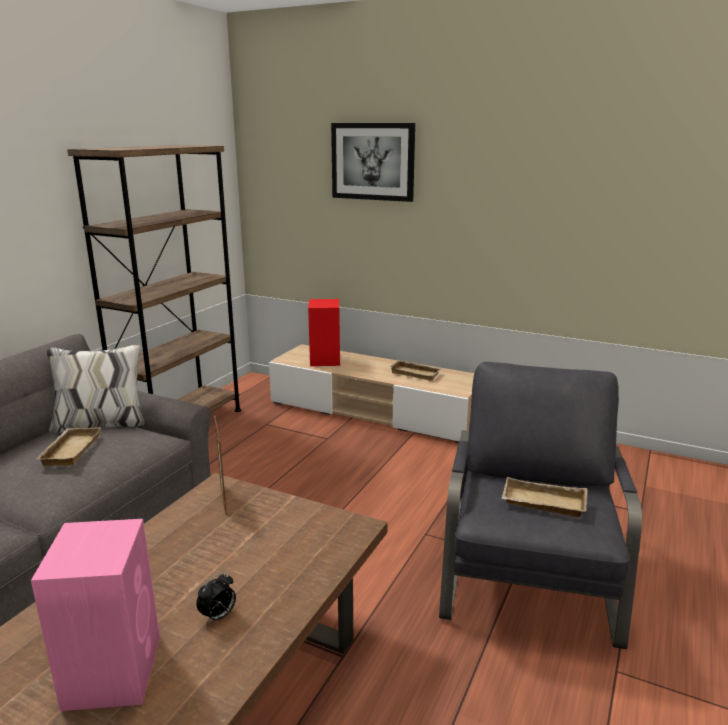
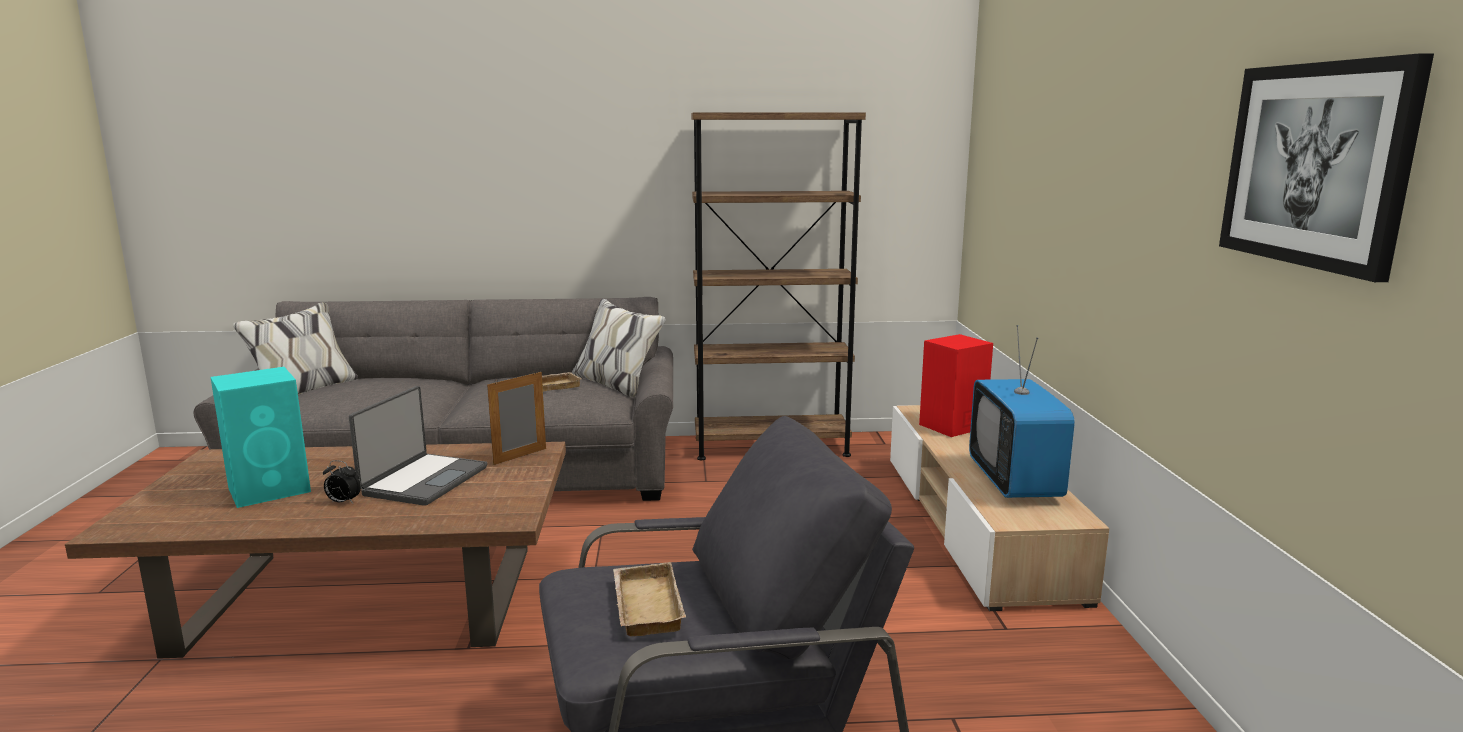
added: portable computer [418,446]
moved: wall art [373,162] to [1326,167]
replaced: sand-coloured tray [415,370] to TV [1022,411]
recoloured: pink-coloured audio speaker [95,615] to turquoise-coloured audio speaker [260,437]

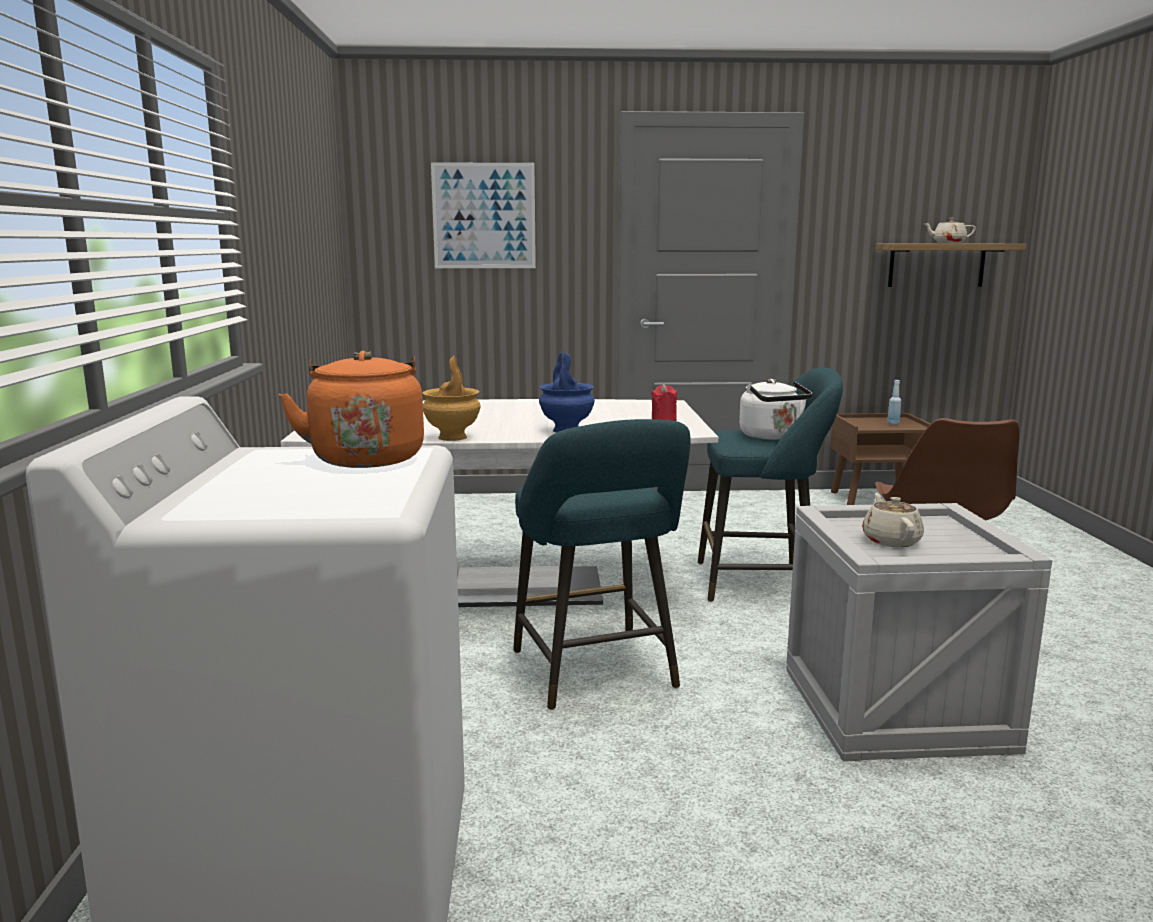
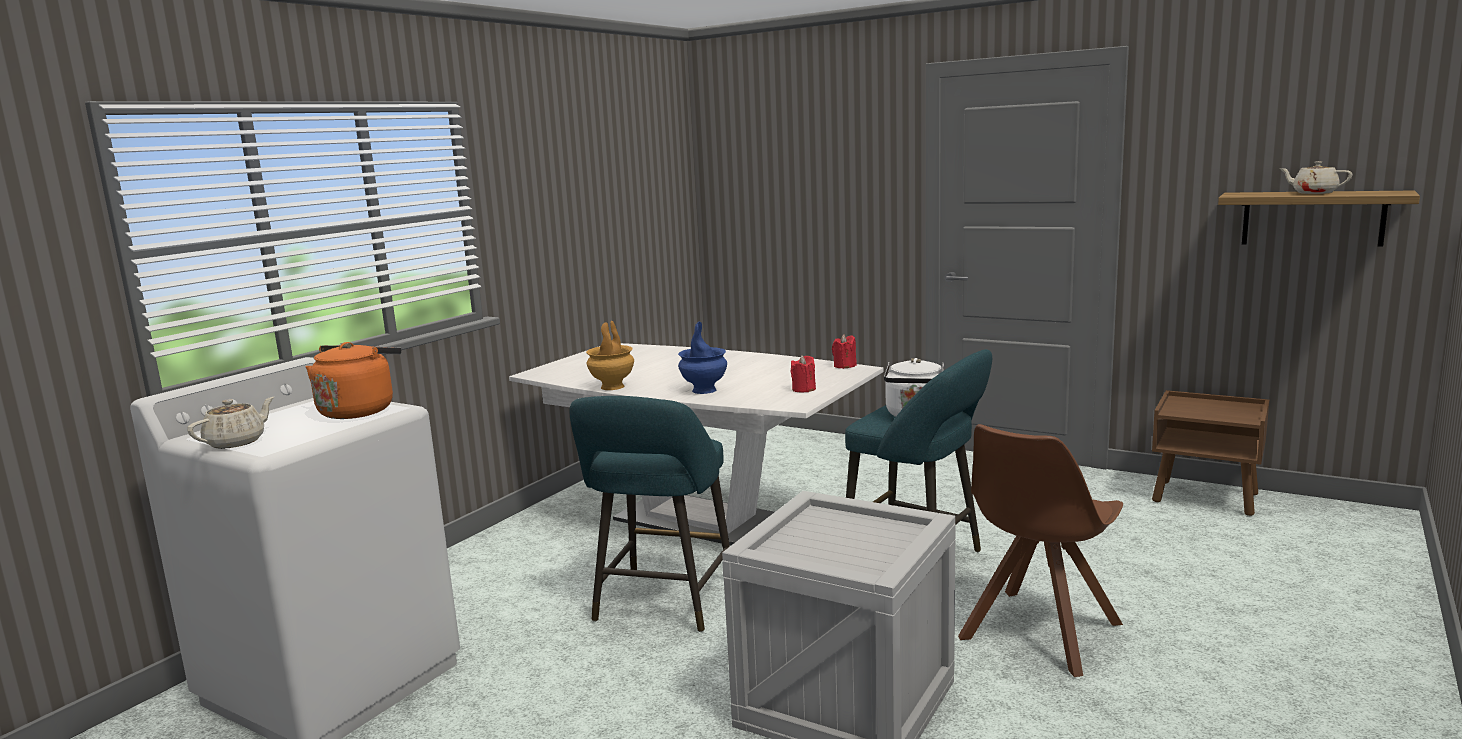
removed: wall art [483,215]; bluish bottle [894,402]
added: red-coloured wax light [844,352]
moved: sand-coloured teapot [893,520] to [230,423]

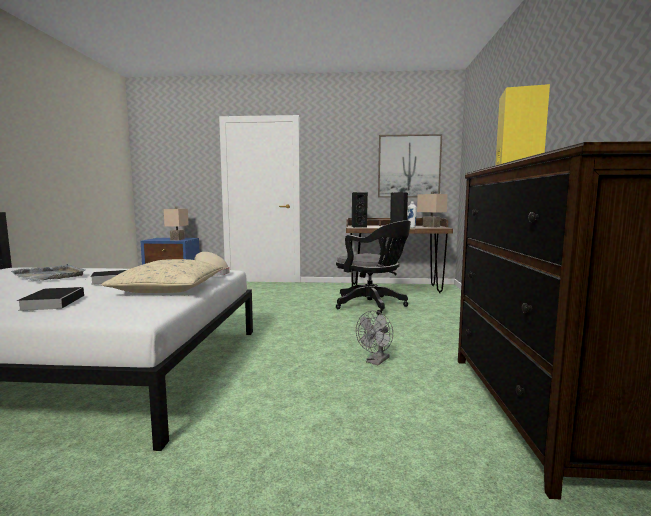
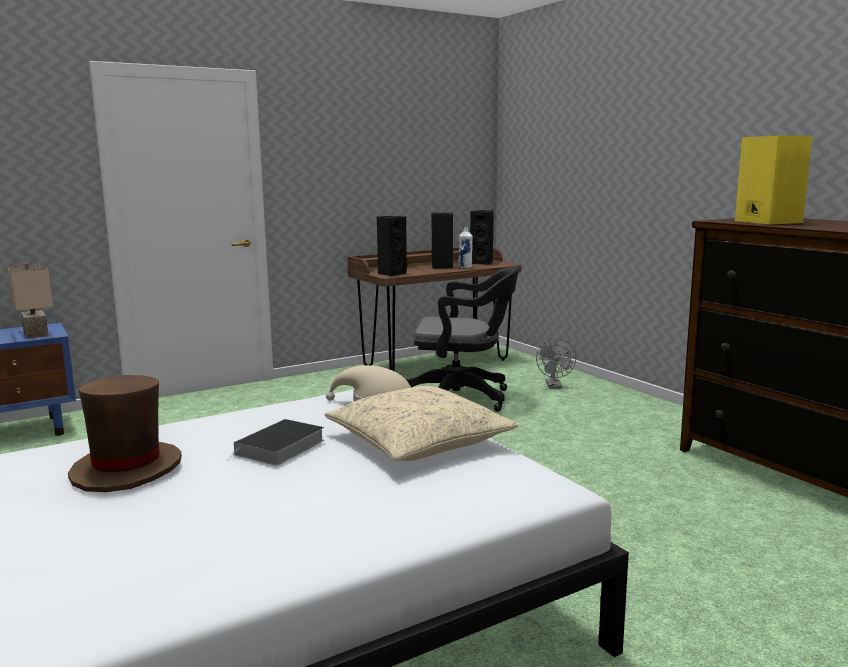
removed: book [50,299]; wall art [410,166]
moved: gray fan [374,338] to [556,363]
replaced: gray tray [48,272] to brownish wearable hat [125,433]; sand-coloured table lamp [432,210] to black-coloured audio speaker [482,237]

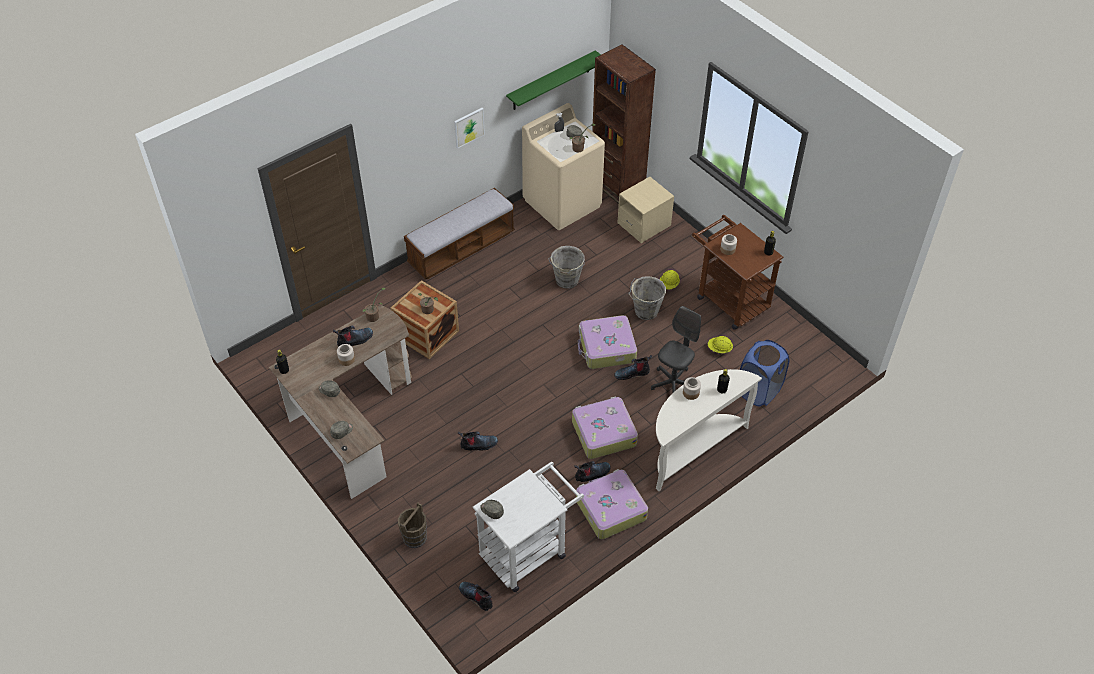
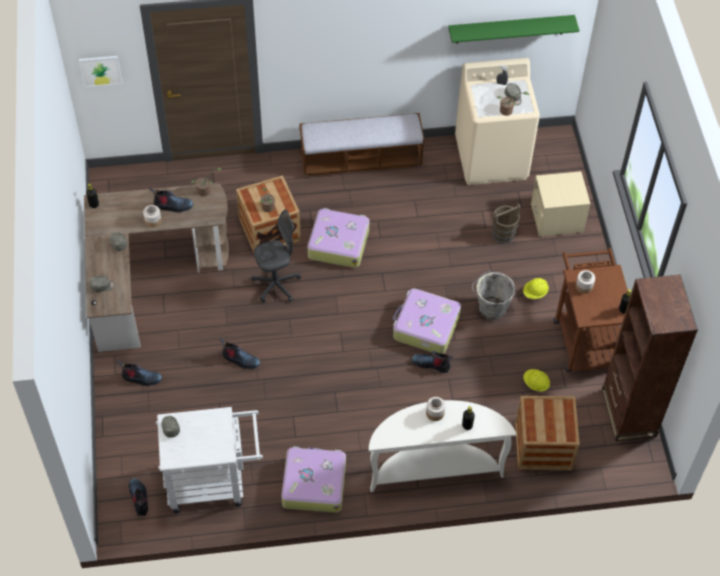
removed: gray bucket [567,267]
moved: brownish bucket [412,525] to [506,223]; wall art [469,128] to [100,71]; suitcase [605,427] to [338,238]; tall boot [592,471] to [139,373]; brownish bookshelf [624,124] to [650,357]; gray office chair [676,349] to [276,256]
replaced: bluish laundry basket [764,373] to crate [547,433]

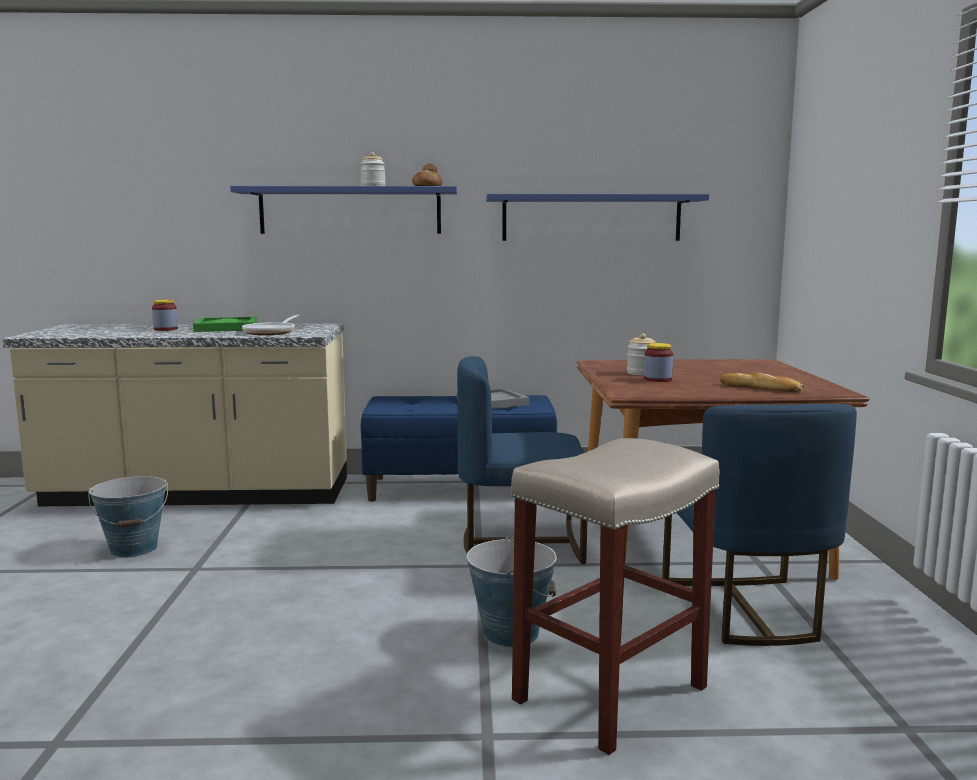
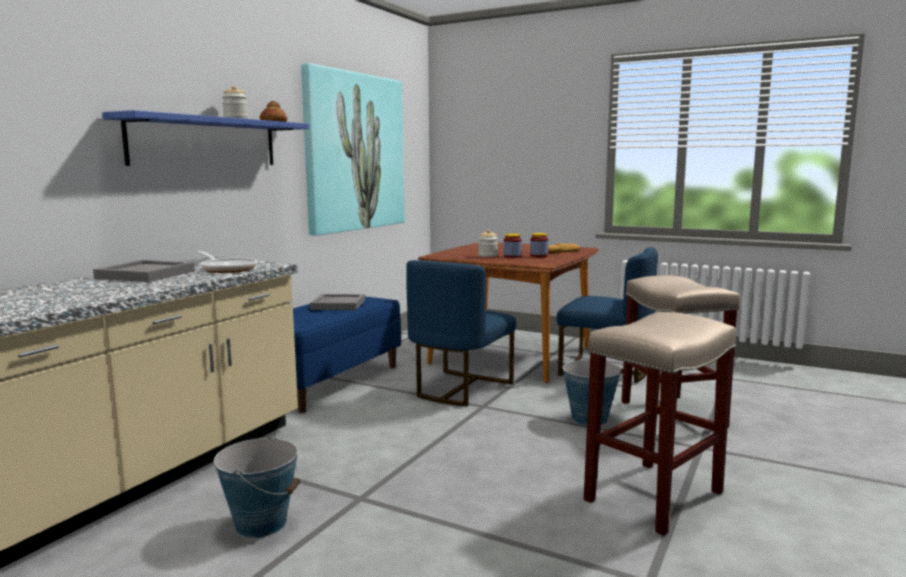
added: sand-coloured stool [660,424]
moved: jar [165,315] to [539,245]
replaced: bluish wall shelf [597,217] to wall art [353,149]
recoloured: green tray [225,324] to gray tray [144,271]

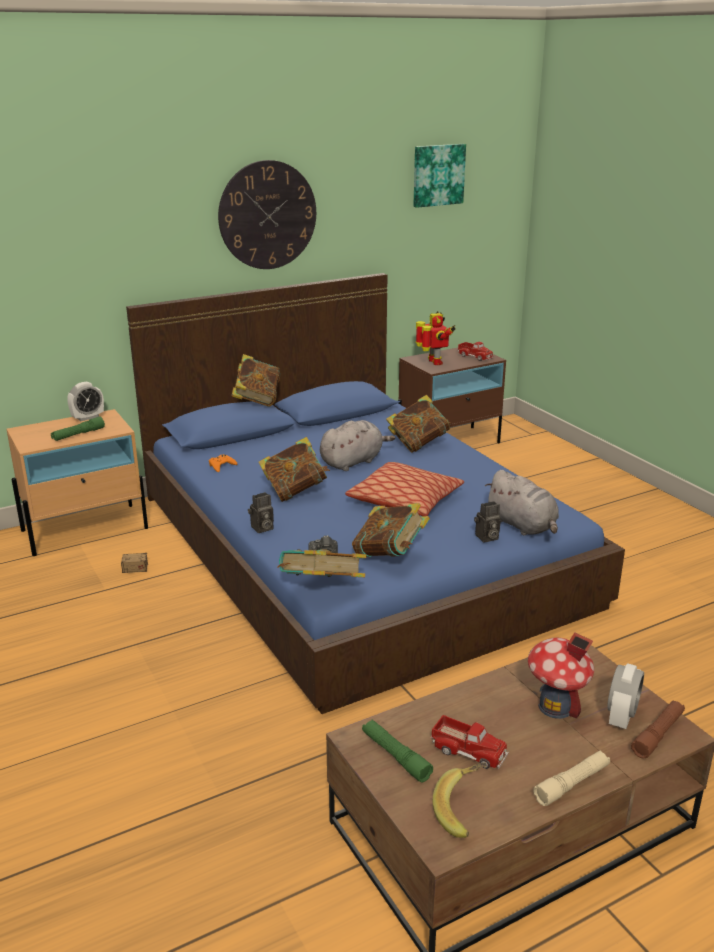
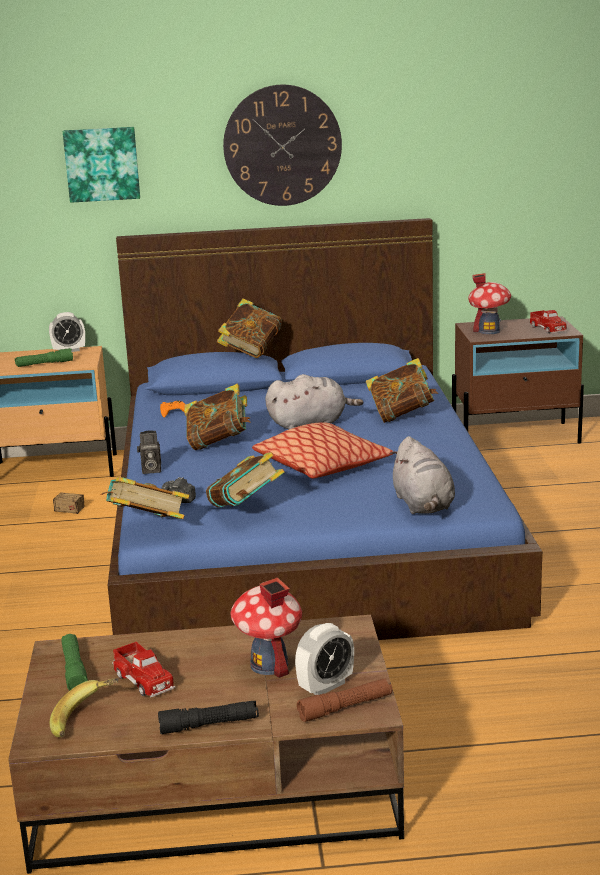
removed: photo camera [487,521]
moved: wall art [439,176] to [101,165]
replaced: model robot [436,338] to miniature house [489,303]
recoloured: sand-coloured hand torch [571,778] to black-coloured hand torch [208,717]

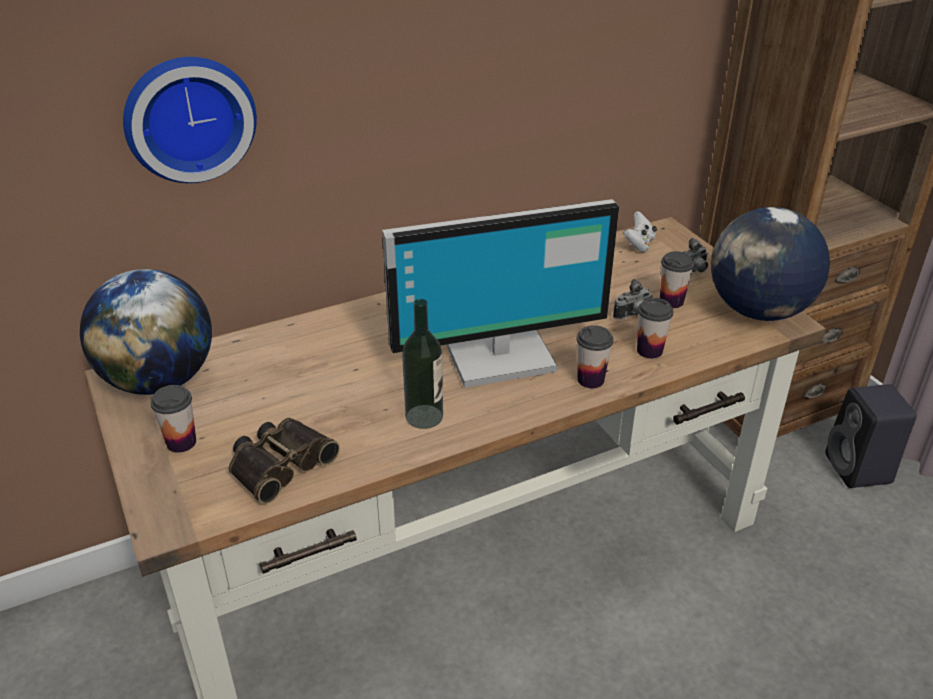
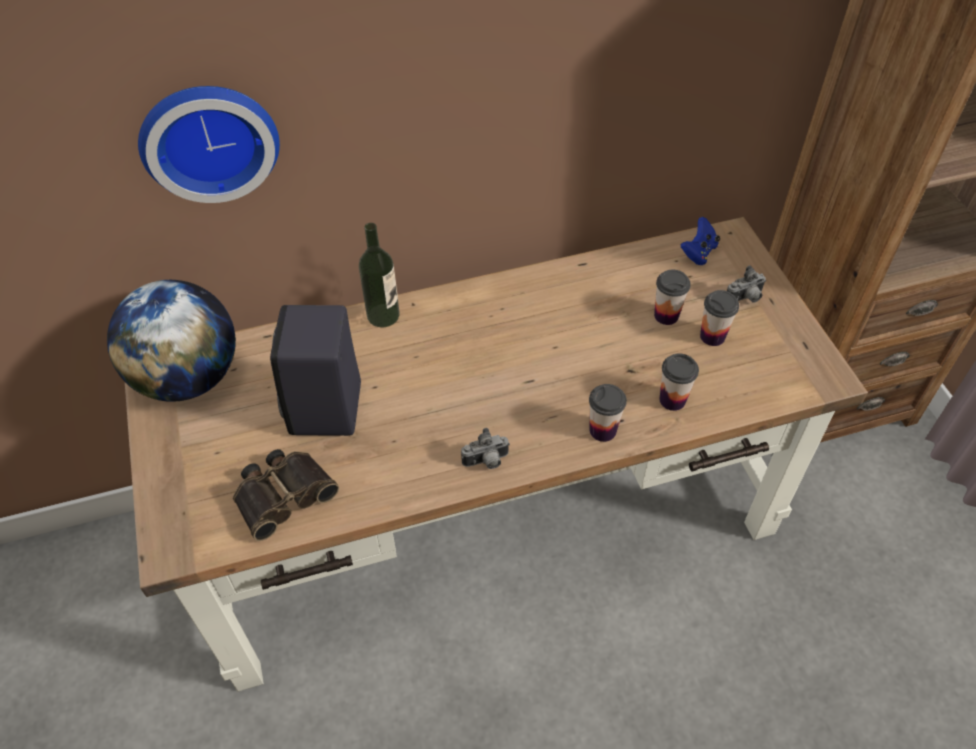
removed: computer display [500,293]; desk globe [770,264]
moved: small cup [173,419] to [672,297]; bottle [422,364] to [379,275]; photo camera [632,299] to [485,448]; black-coloured audio speaker [871,436] to [315,370]
recoloured: white-coloured gamepad [640,231] to bluish gamepad [700,241]

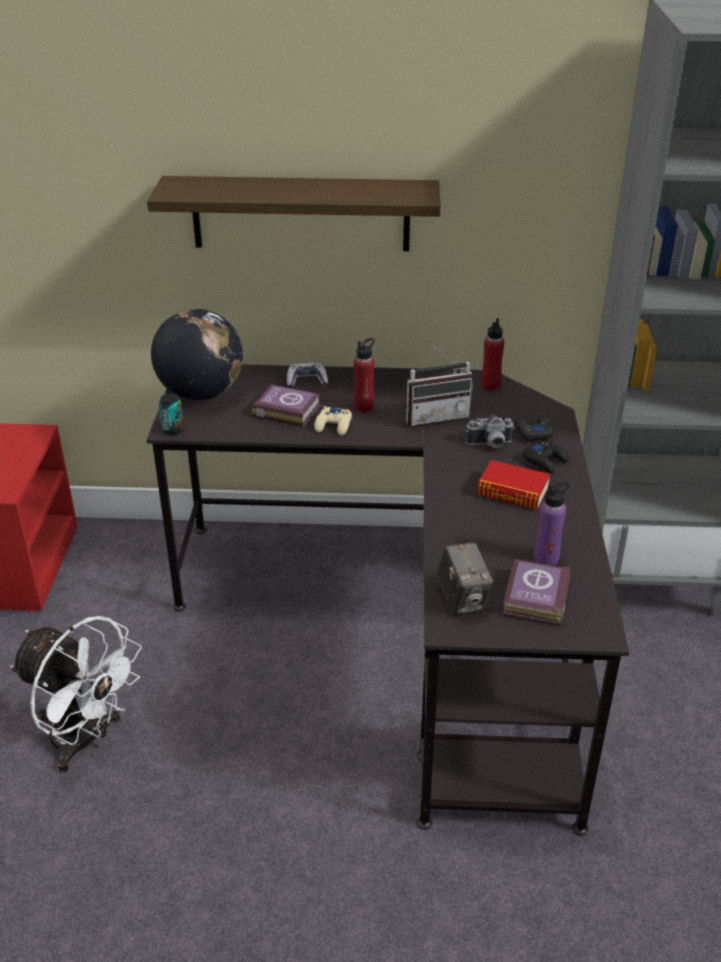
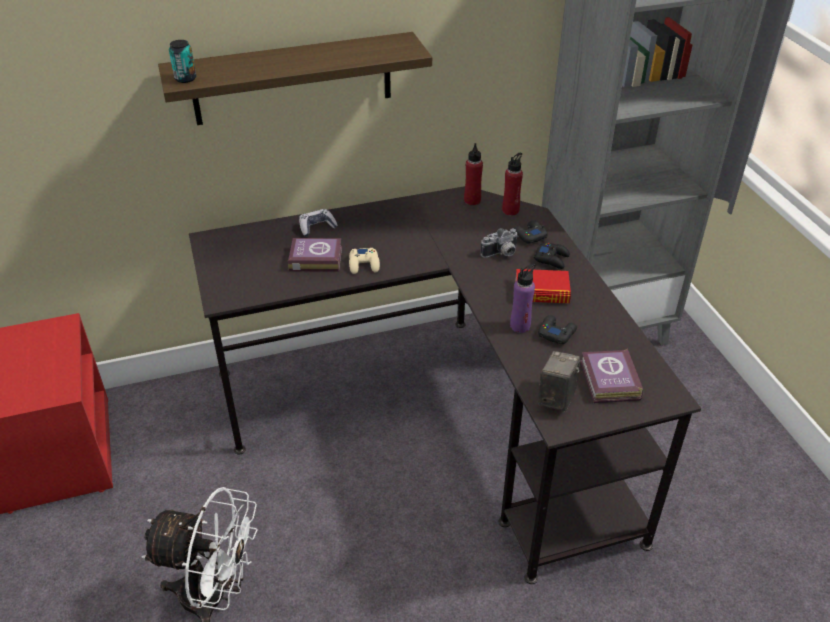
removed: desk globe [197,354]; radio receiver [440,383]
added: black-coloured gamepad [557,329]
moved: sealed can [171,414] to [182,61]; red-coloured bottle [364,375] to [512,184]; purple bottle [552,524] to [523,298]
turned: photo camera [465,578] = [559,381] 120 degrees counterclockwise

